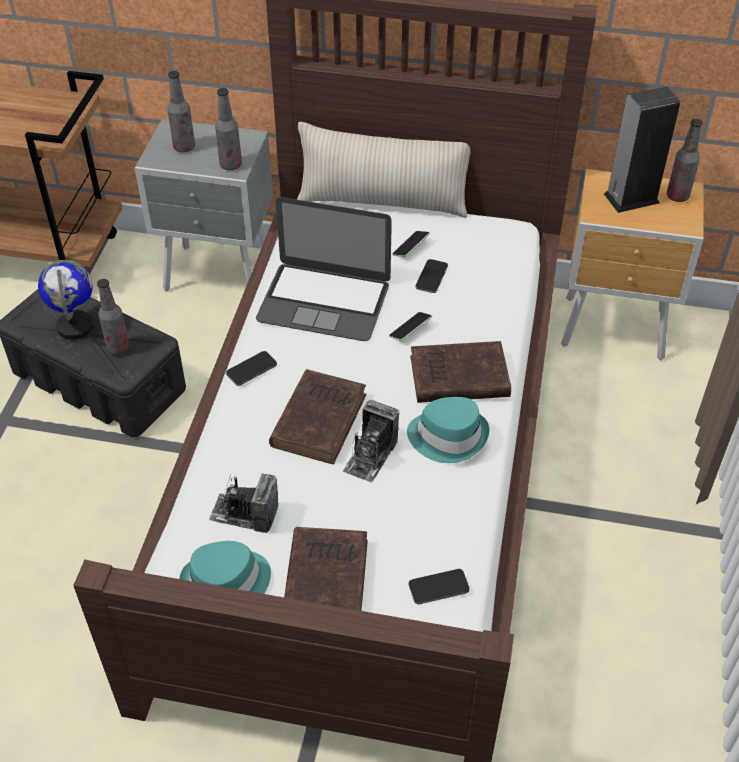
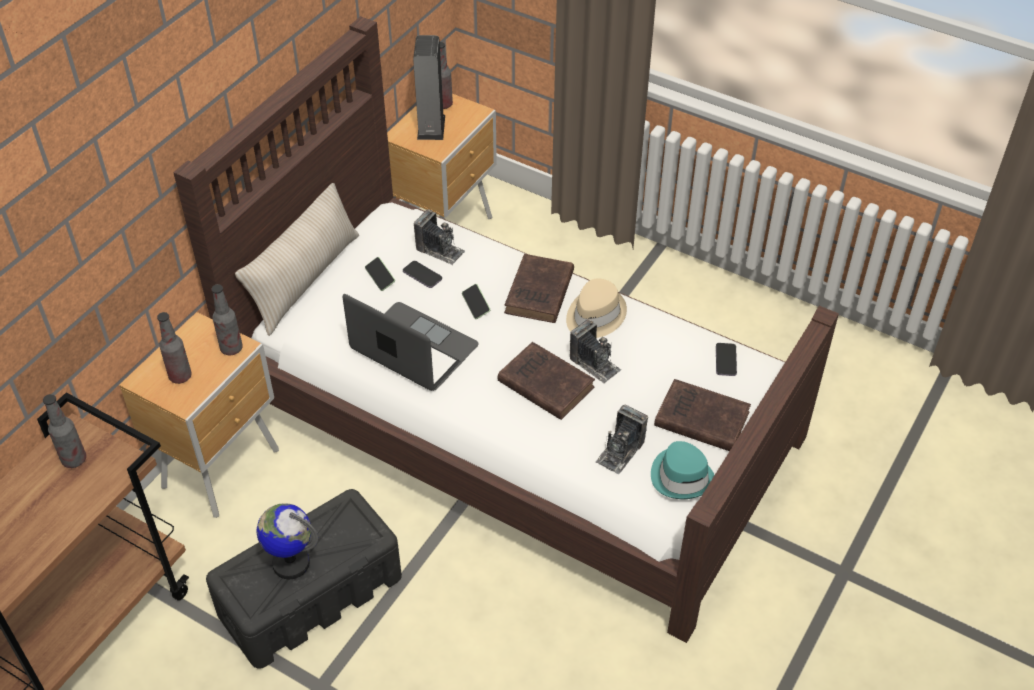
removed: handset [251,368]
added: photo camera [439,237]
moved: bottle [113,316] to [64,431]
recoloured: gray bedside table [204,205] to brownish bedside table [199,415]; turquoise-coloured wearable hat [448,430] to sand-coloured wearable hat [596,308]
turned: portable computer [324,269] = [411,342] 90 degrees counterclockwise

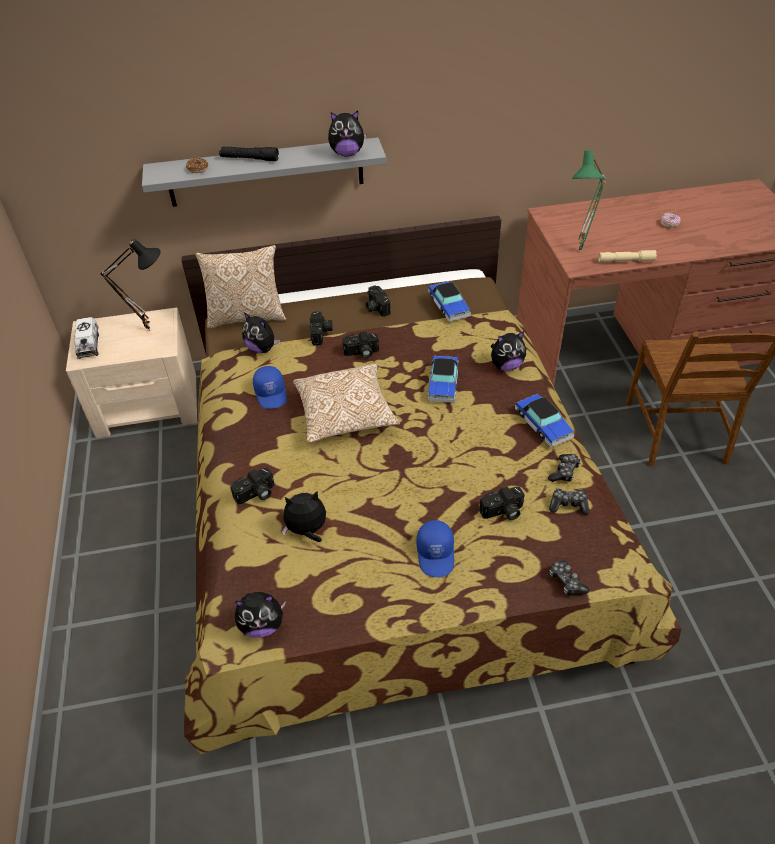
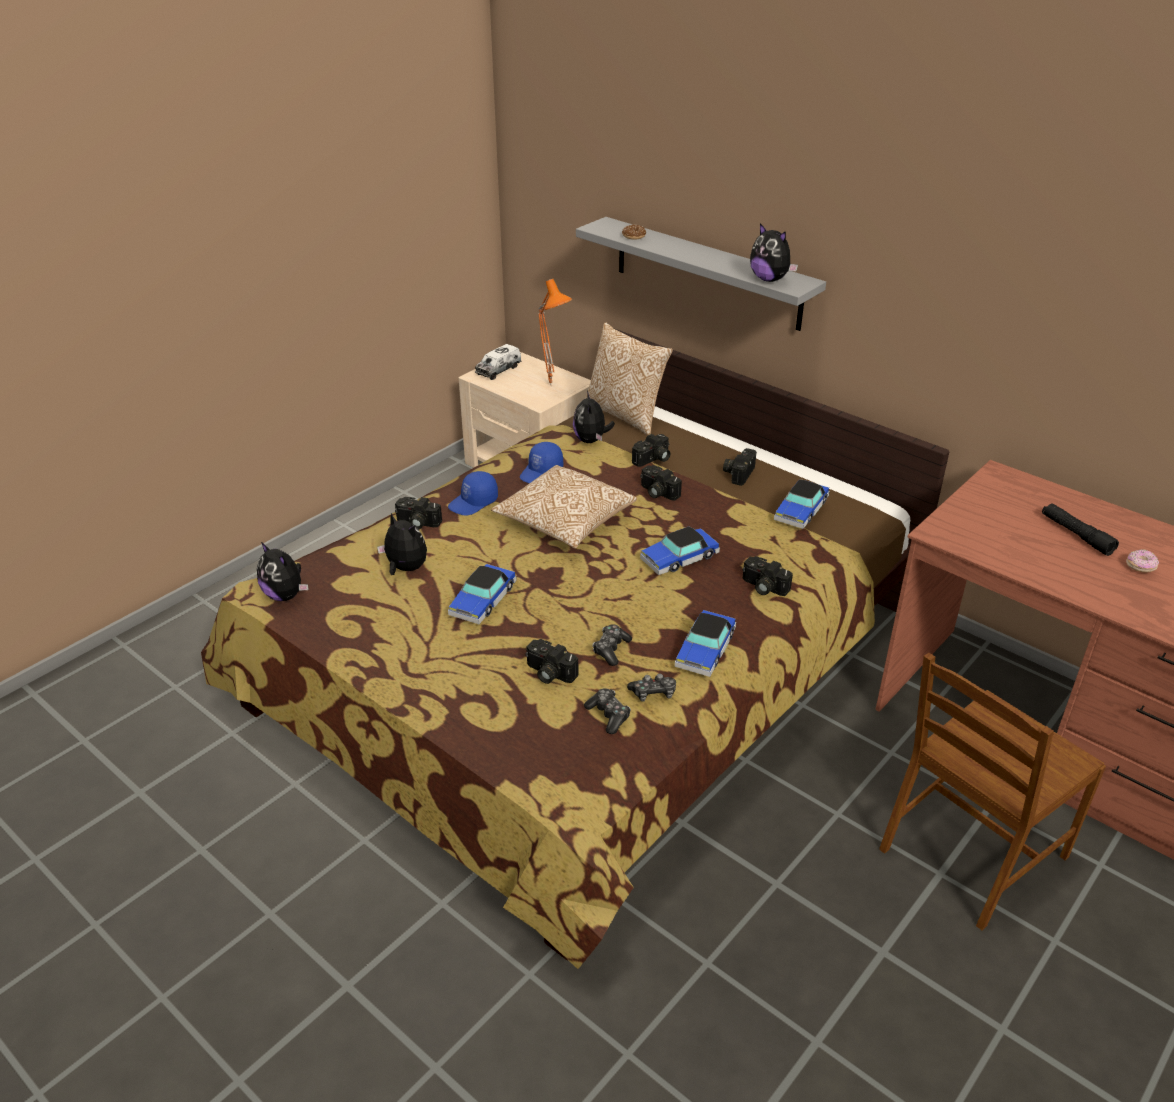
removed: green table lamp [589,201]; sand-coloured hand torch [627,256]
added: toy car [482,594]
moved: black-coloured hand torch [249,154] to [1080,529]; bluish cap [435,548] to [473,493]; gamepad [569,577] to [612,645]
replaced: plush toy [508,351] to photo camera [768,576]
recoloured: black-coloured table lamp [130,285] to orange-coloured table lamp [555,332]

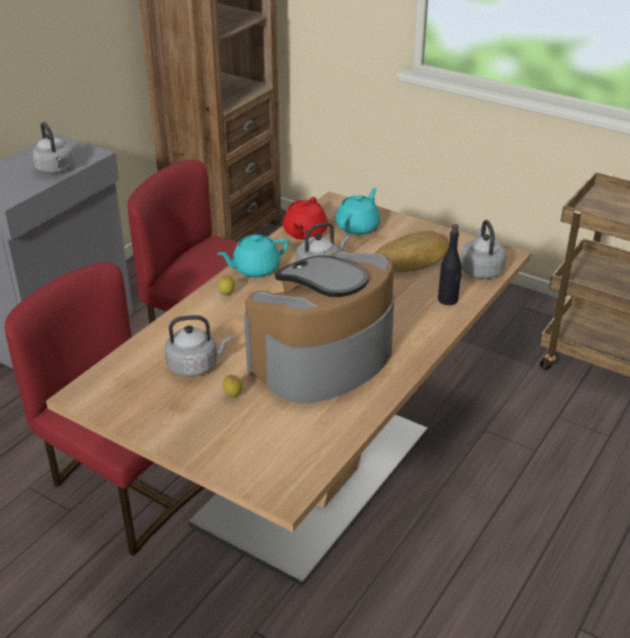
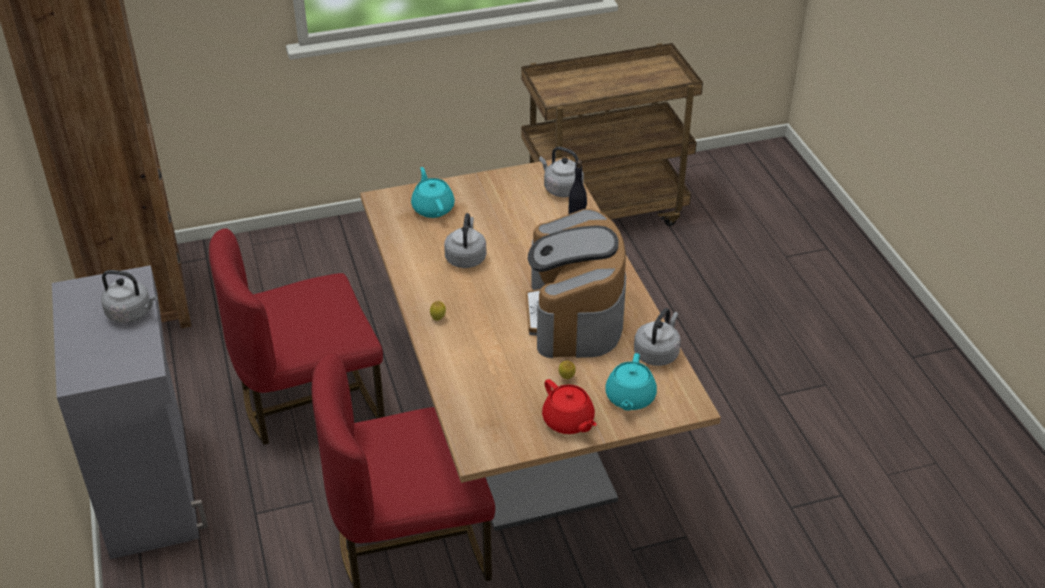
removed: bakery bread [412,251]
moved: gray kettle [198,346] to [657,337]; turquoise-coloured teapot [253,256] to [631,382]; red-coloured teapot [305,218] to [569,406]

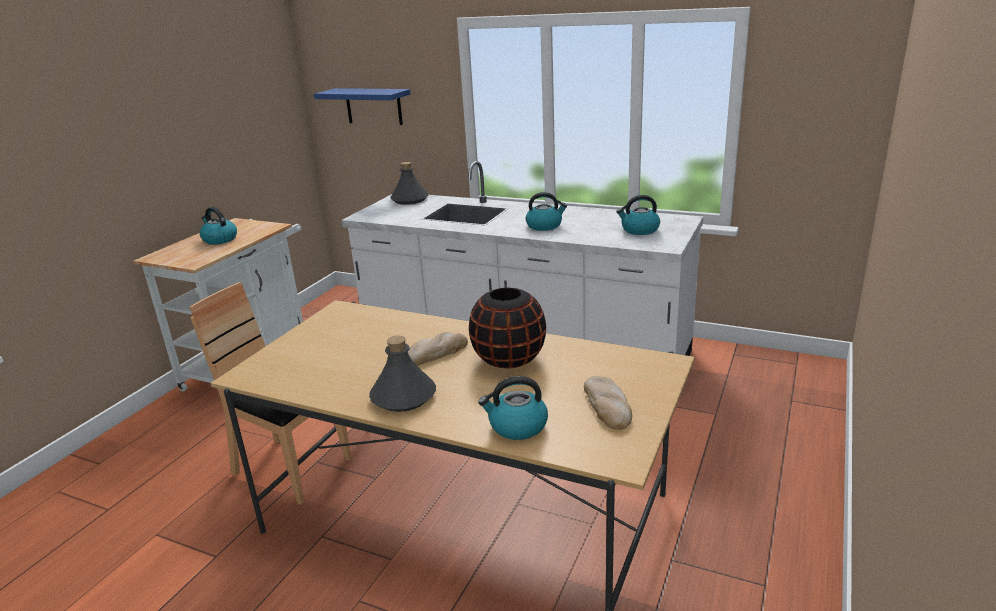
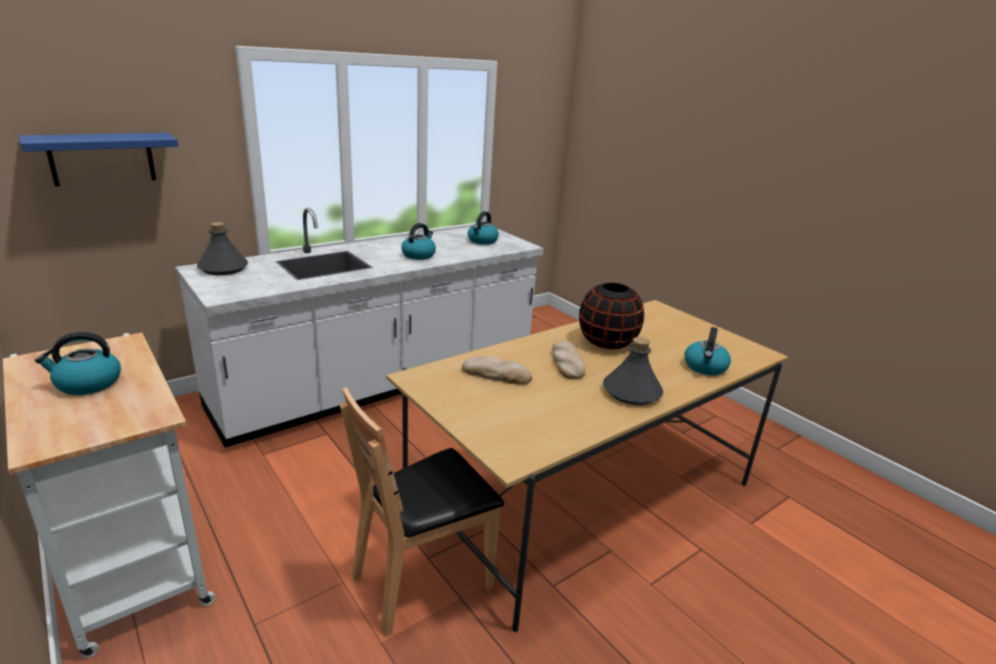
moved: bakery bread [608,403] to [497,370]

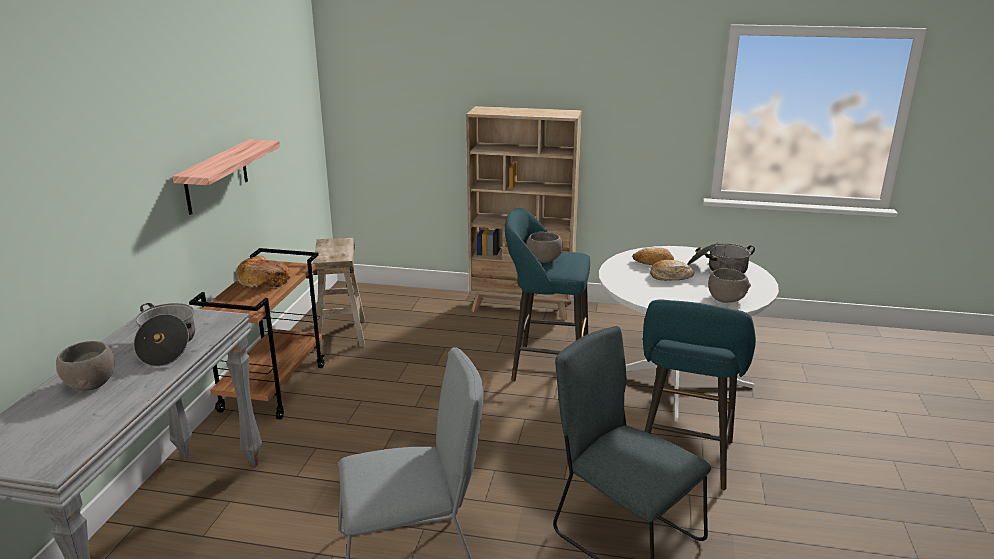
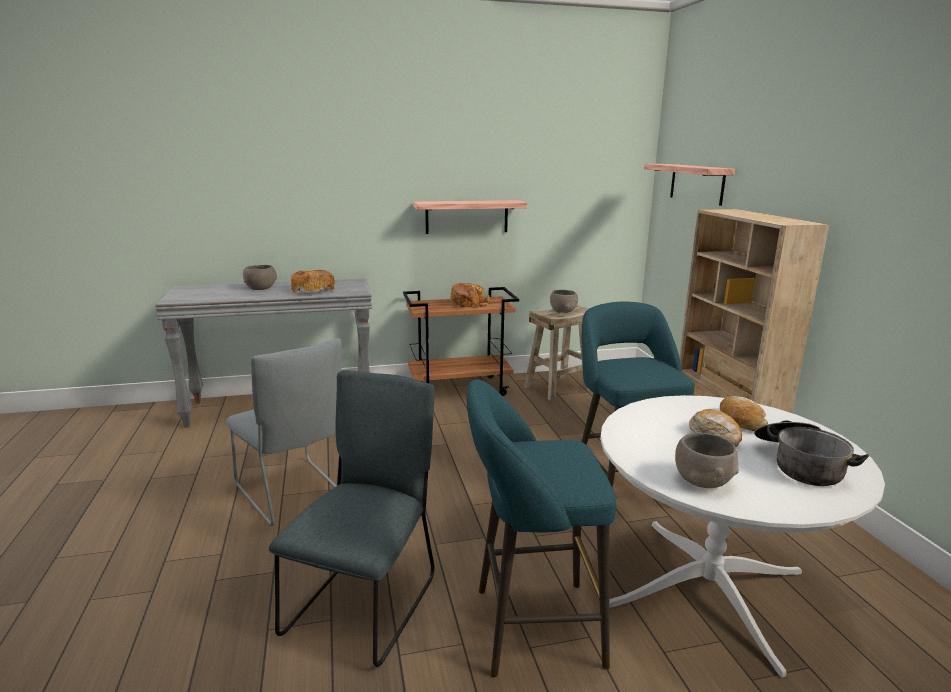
added: wall shelf [689,185]
moved: gray serving bowl [544,247] to [564,301]
replaced: stockpot [164,335] to bakery bread [313,282]

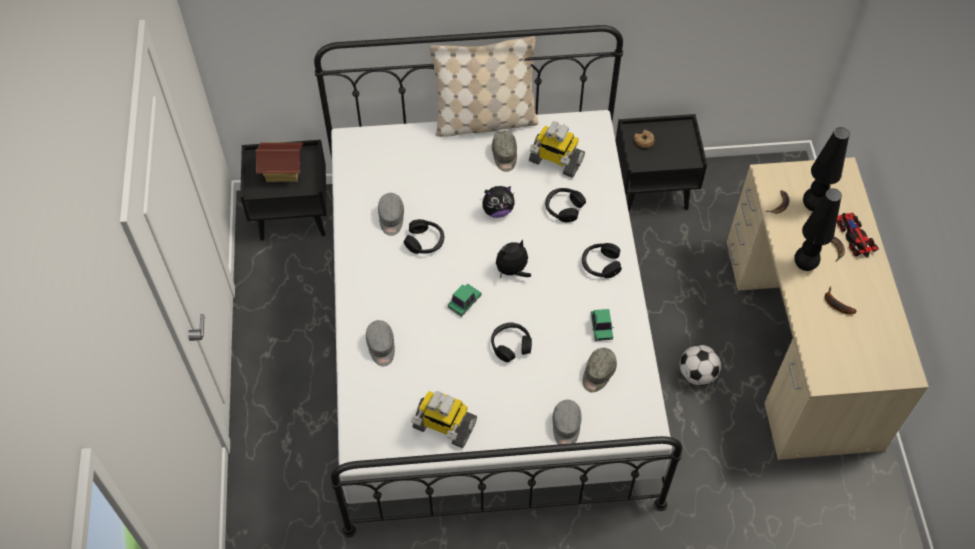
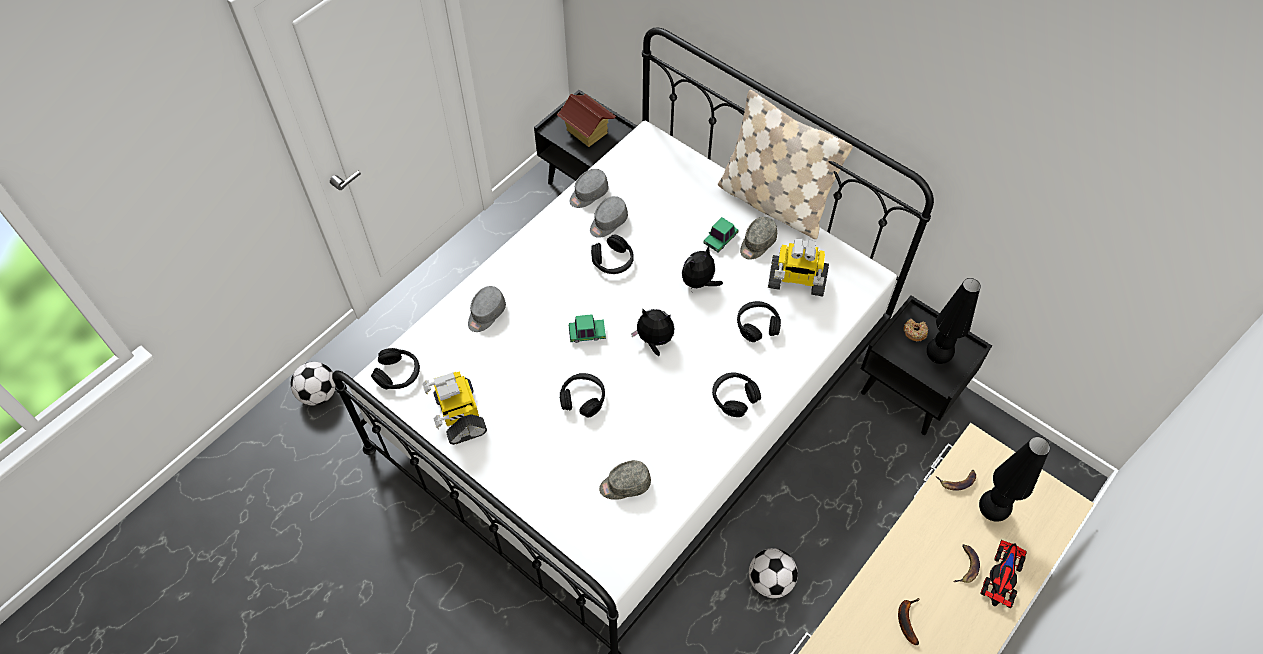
added: football ball [313,384]; black-coloured pair of headphones [395,368]
moved: gray cap [567,422] to [589,188]; toy car [602,325] to [721,234]; black-coloured table lamp [818,229] to [954,321]
turned: plush toy [498,202] = [702,267] 105 degrees clockwise; model robot [557,150] = [798,268] 60 degrees counterclockwise

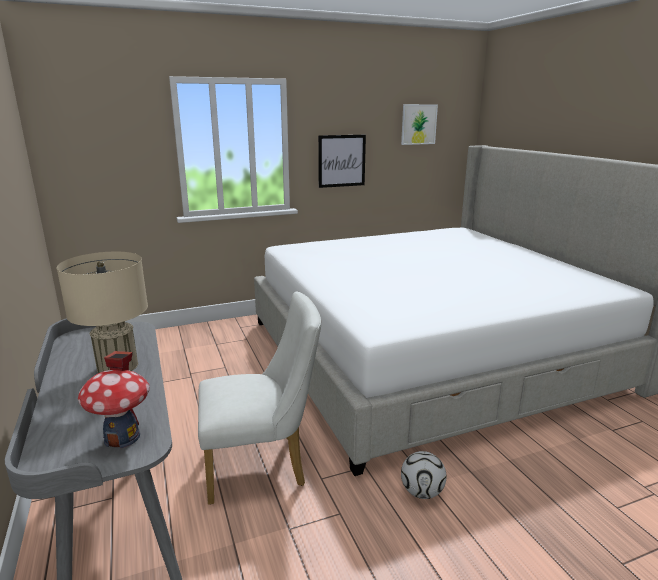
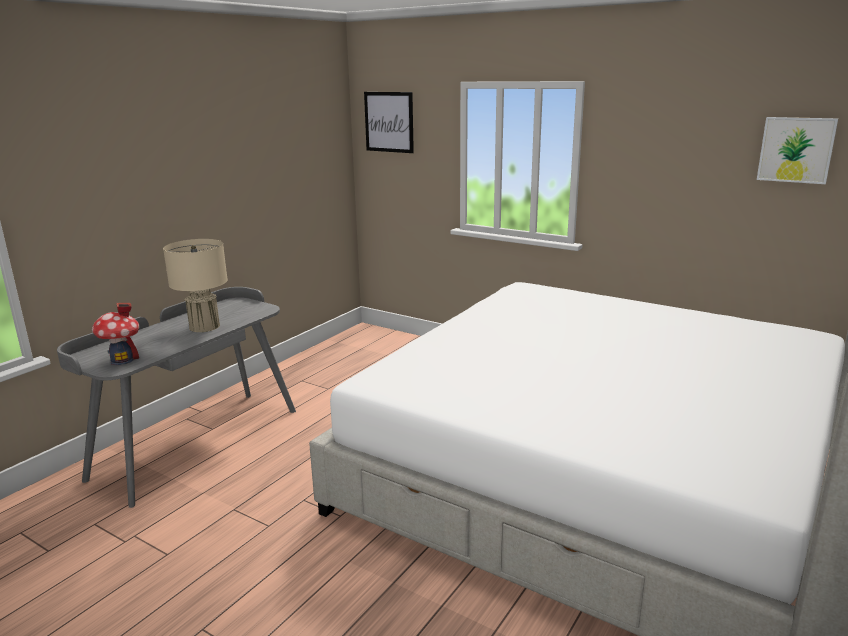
removed: white-coloured upright chair [259,398]; football ball [424,475]
moved: wall art [342,161] to [389,122]

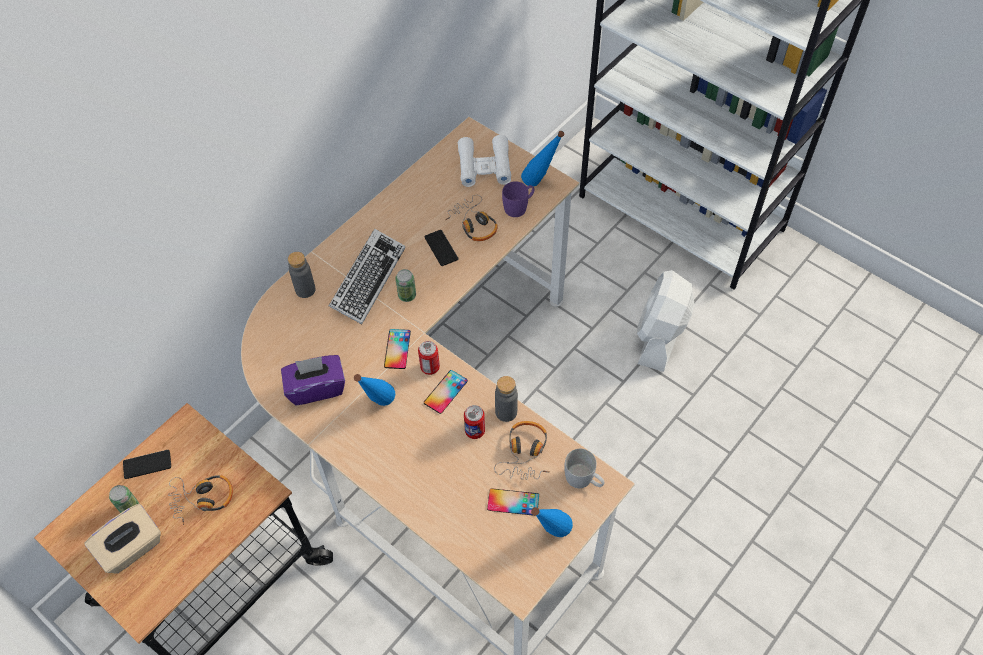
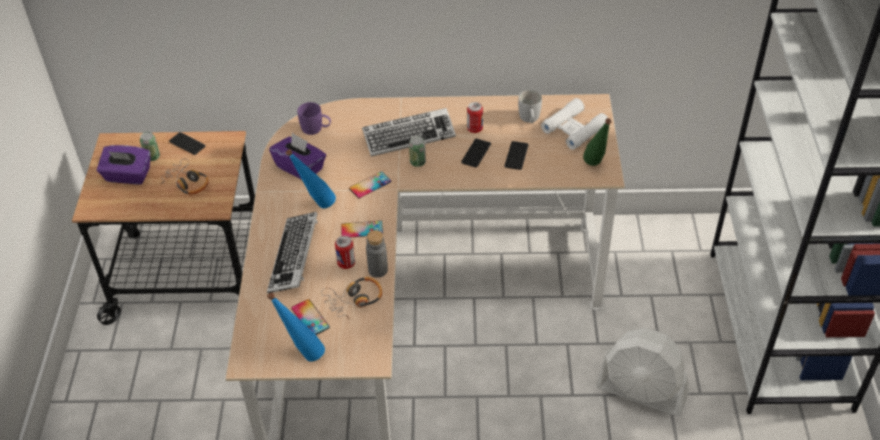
removed: gray bottle [301,275]
added: keyboard [292,253]
moved: sealed can [429,358] to [475,117]; purple mug [518,199] to [314,118]; white-coloured mug [584,468] to [530,106]
replaced: pair of headphones [472,218] to handset [516,155]
recoloured: sand-coloured box of tissues [122,539] to purple box of tissues [123,164]; bluish bottle [542,159] to green bottle [597,142]
turned: white-coloured fan [666,321] = [642,372] 135 degrees counterclockwise

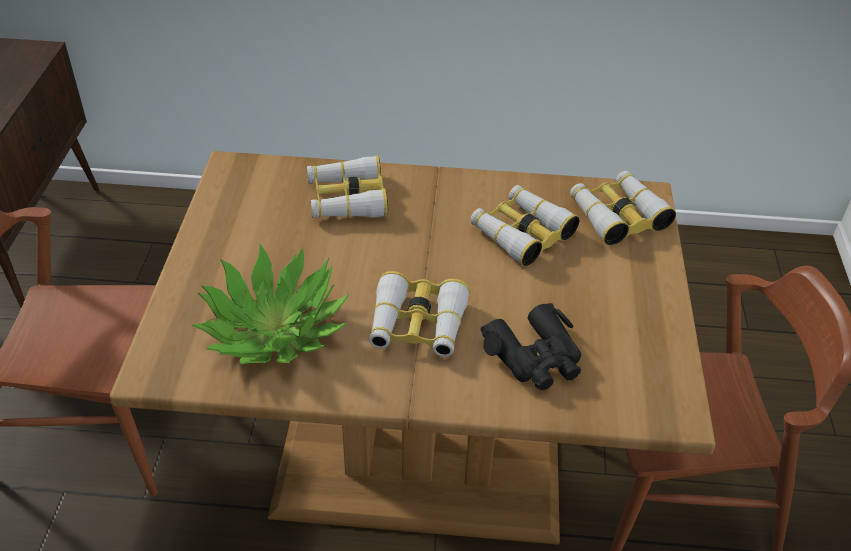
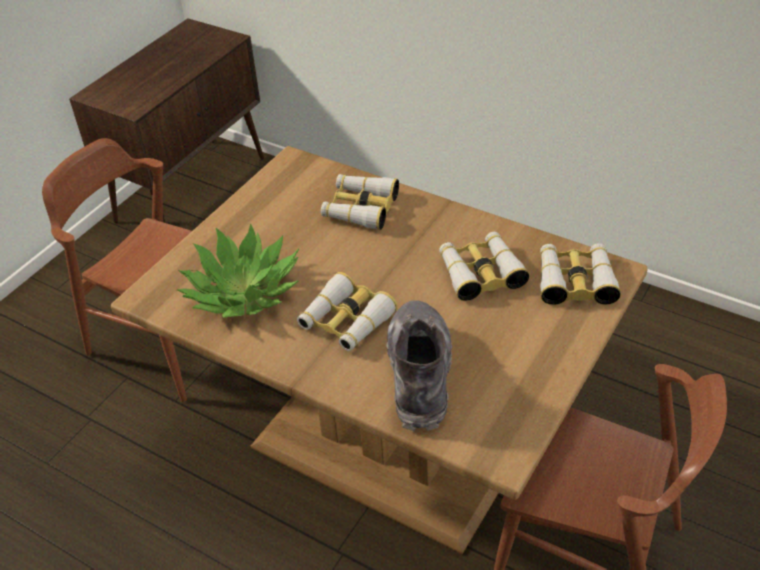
replaced: black-coloured pair of binoculars [530,346] to gray tall boot [419,366]

